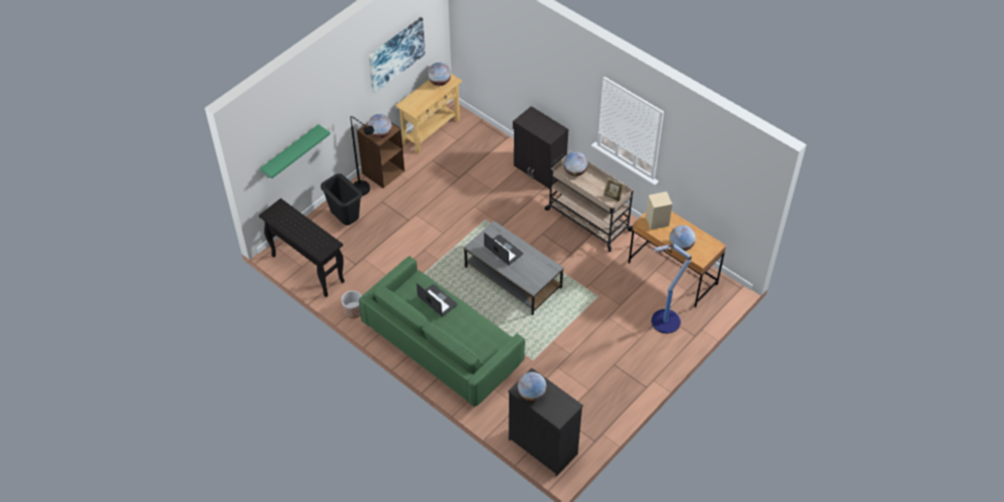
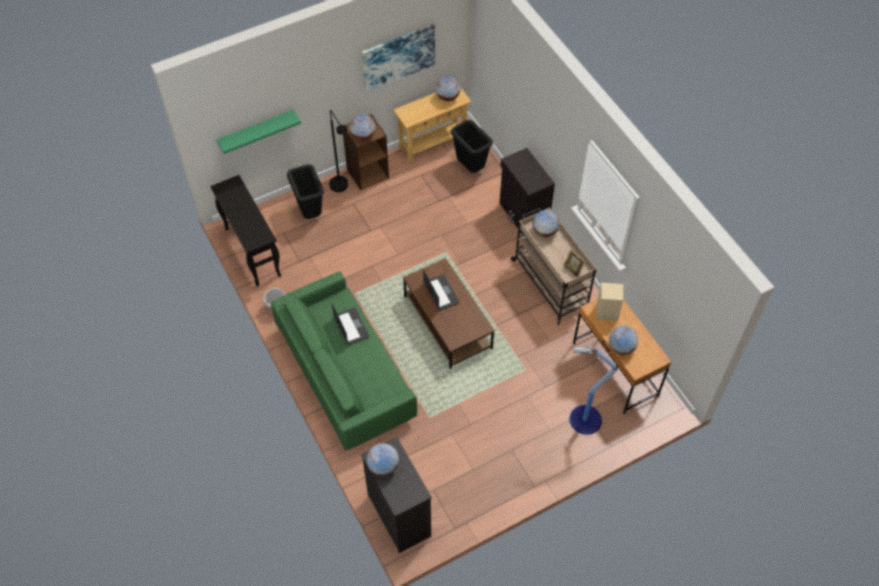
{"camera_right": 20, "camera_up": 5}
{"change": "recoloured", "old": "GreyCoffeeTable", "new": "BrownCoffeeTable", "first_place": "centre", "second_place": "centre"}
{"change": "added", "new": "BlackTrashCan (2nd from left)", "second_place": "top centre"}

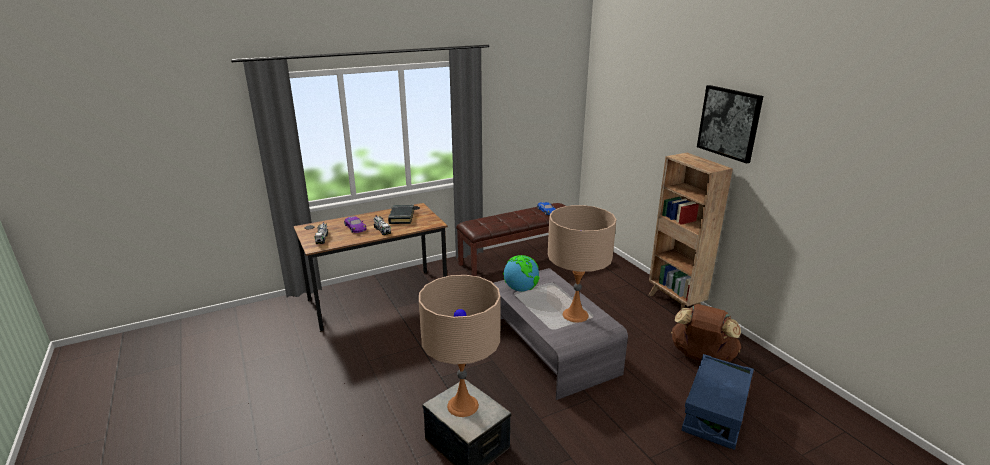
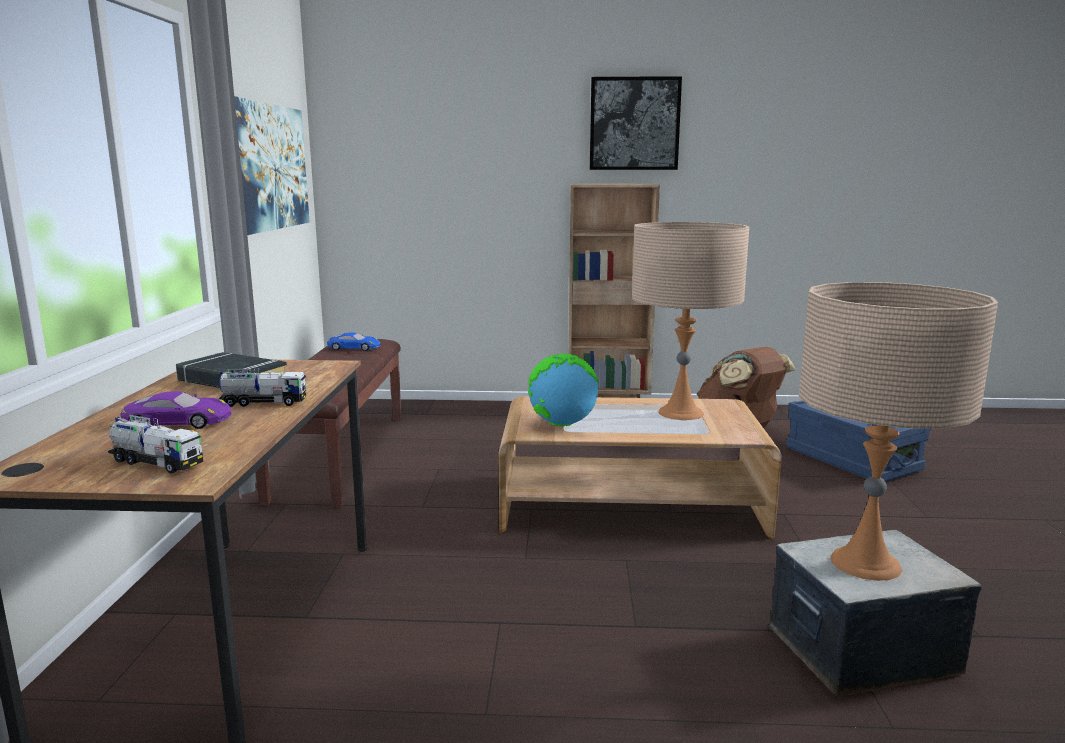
{"camera_right": -60, "camera_up": -10}
{"change": "recoloured", "old": "GreyCoffeeTable", "new": "BrownCoffeeTable", "first_place": "bottom centre", "second_place": "centre"}
{"change": "added", "new": "Picture (1st from left)", "second_place": "top left"}

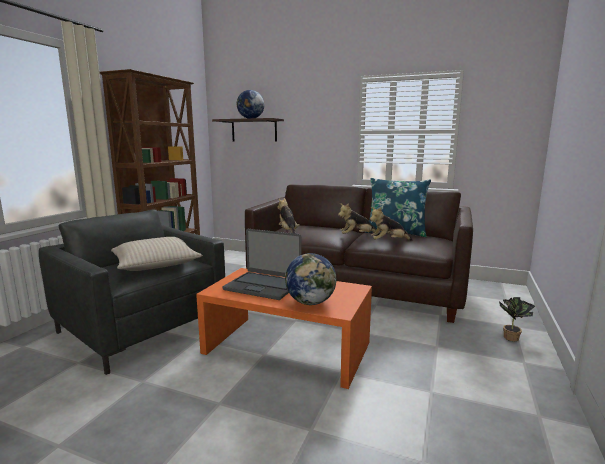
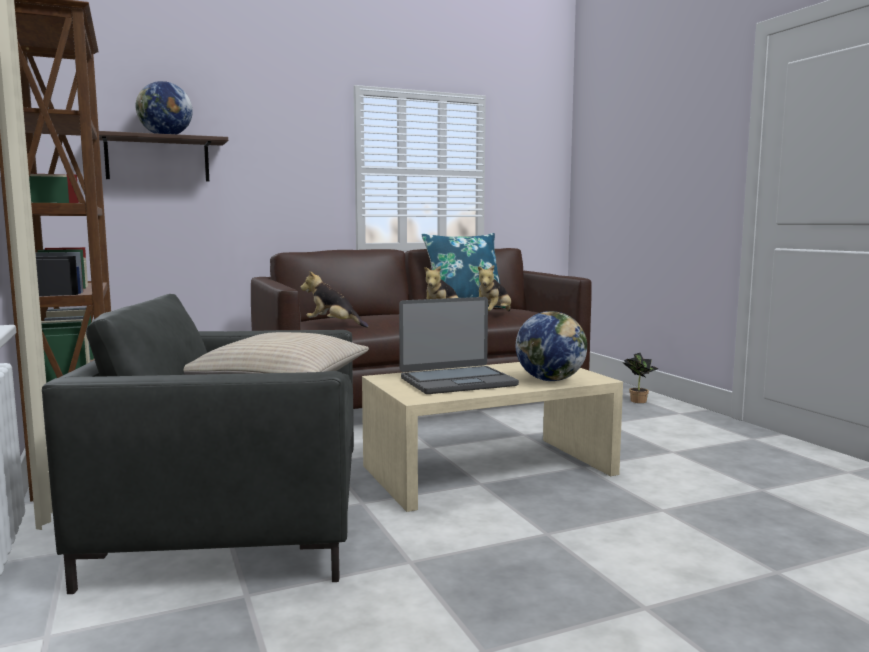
{"camera_right": -45, "camera_up": -5}
{"change": "recoloured", "old": "OrangeCoffeeTable", "new": "BeigeCoffeeTable", "first_place": "bottom centre", "second_place": "bottom centre"}

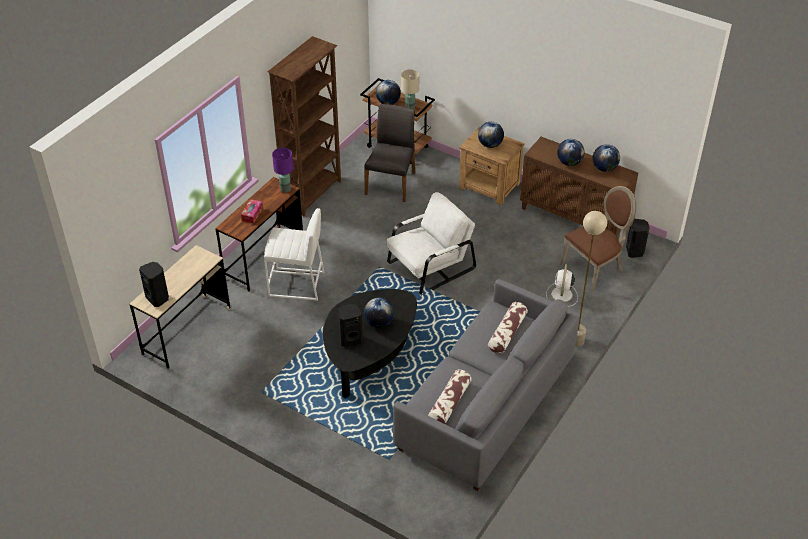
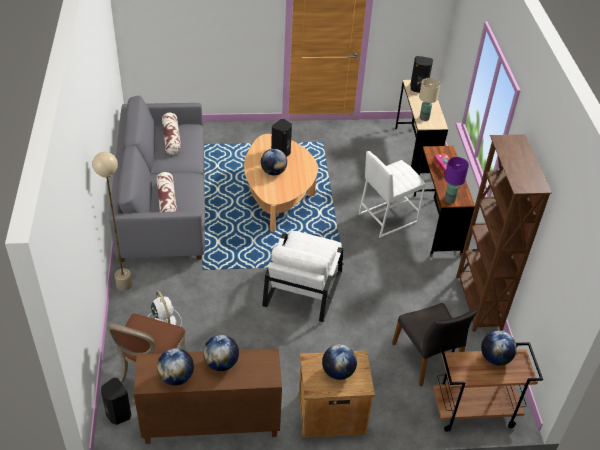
{"camera_right": 140, "camera_up": 0}
{"change": "recoloured", "old": "BlackCoffeeTable", "new": "BeigeCoffeeTable", "first_place": "centre", "second_place": "centre"}
{"change": "moved", "old": "BeigeTableLamp", "first_place": "top centre", "second_place": "top right"}

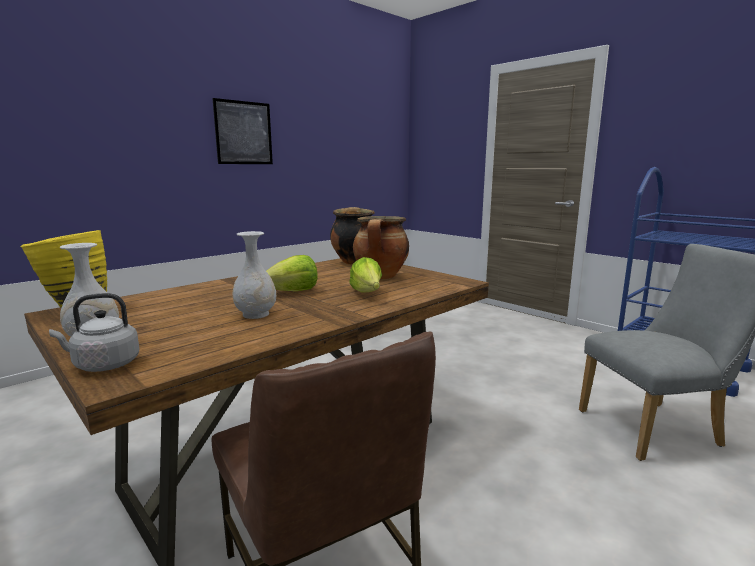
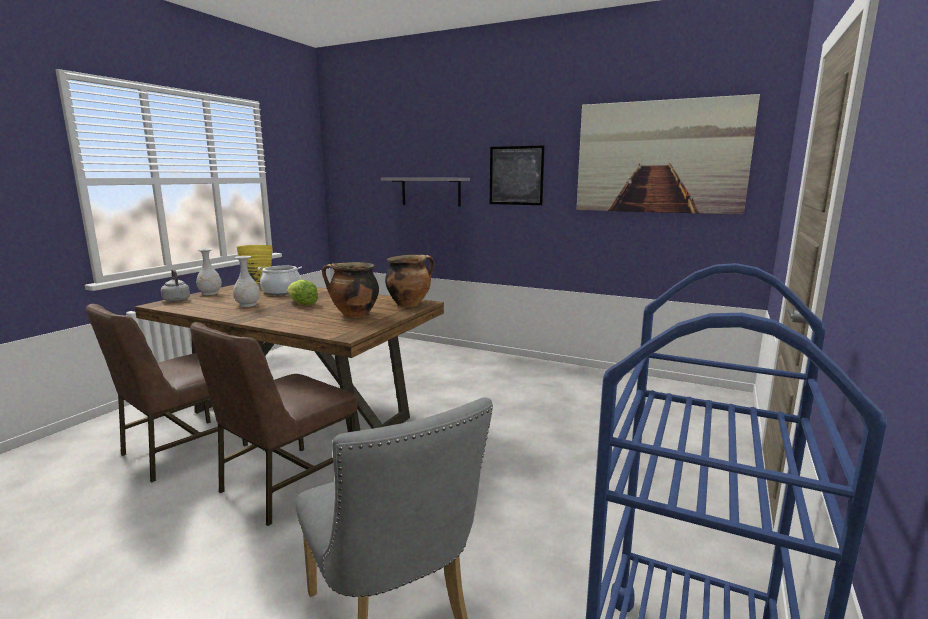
{"camera_right": 70, "camera_up": 0}
{"change": "removed", "old": "Lettuce (2nd from left)", "first_place": "centre"}
{"change": "added", "new": "BrownChair (2nd from left)", "second_place": "bottom left"}
{"change": "added", "new": "CookingPot (1st from left)", "second_place": "middle left"}
{"change": "added", "new": "GreyShelf", "second_place": "top centre"}
{"change": "added", "new": "Picture (2nd from left)", "second_place": "top right"}

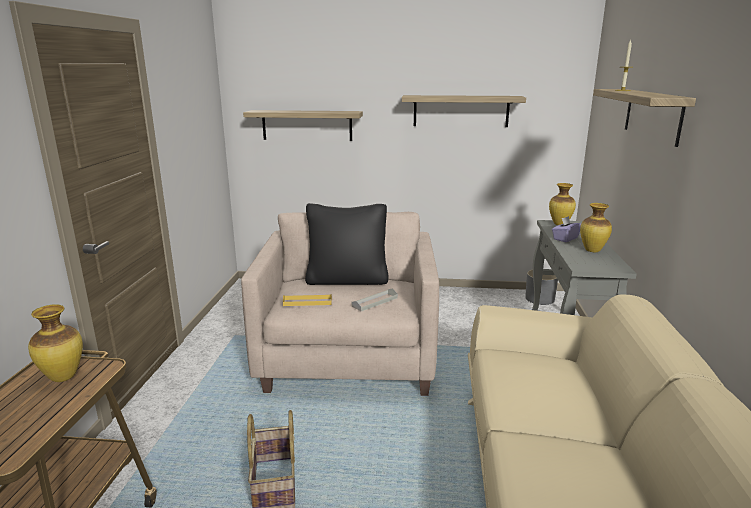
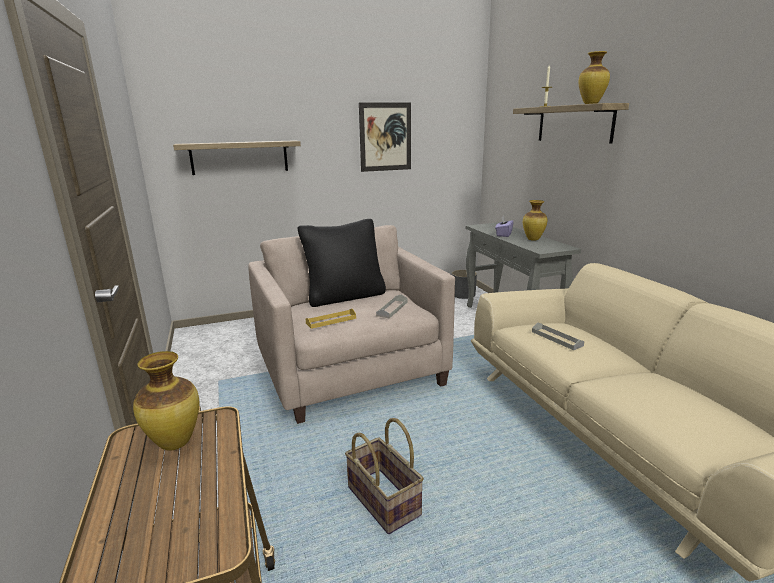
{"camera_right": -25, "camera_up": 0}
{"change": "replaced", "old": "Shelf (2nd from left)", "new": "Picture", "first_place": "top centre", "second_place": "top centre"}
{"change": "moved", "old": "Vase (2nd from left in the first image)", "new": "Vase (3rd from left)", "first_place": "middle right", "second_place": "top right"}
{"change": "added", "new": "GreyTray (2nd from left)", "second_place": "middle right"}

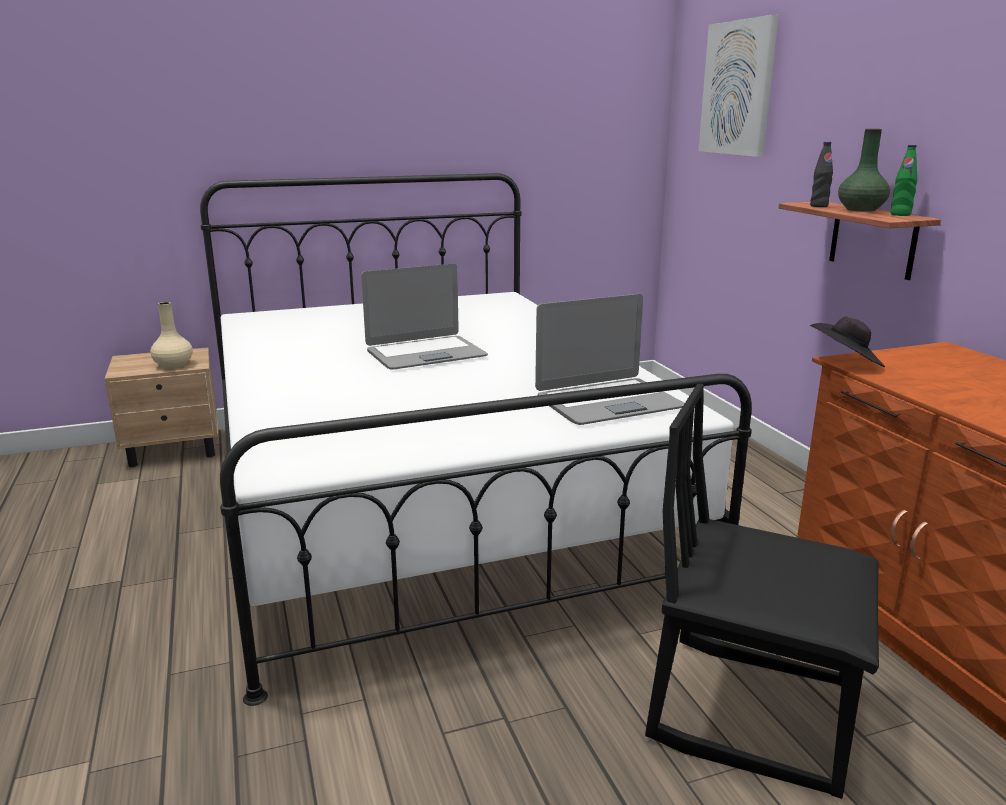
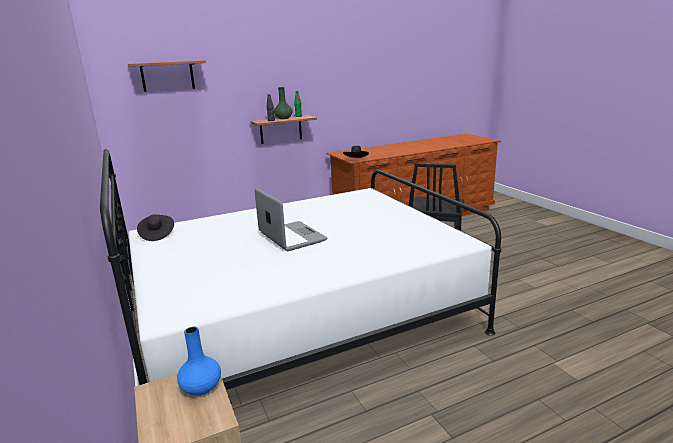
{"camera_right": -95, "camera_up": 0}
{"change": "recoloured", "old": "BeigeVase", "new": "BlueVase", "first_place": "middle left", "second_place": "bottom left"}
{"change": "removed", "old": "Laptop (2nd from left)", "first_place": "centre"}
{"change": "replaced", "old": "Picture", "new": "Shelf (1st from left)", "first_place": "top right", "second_place": "top left"}
{"change": "added", "new": "BlackHat (1st from left)", "second_place": "middle left"}

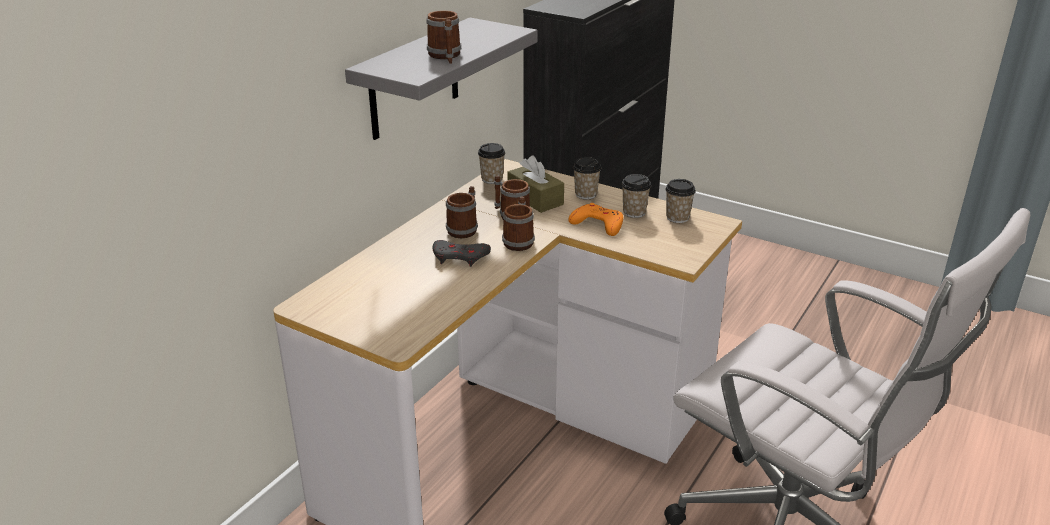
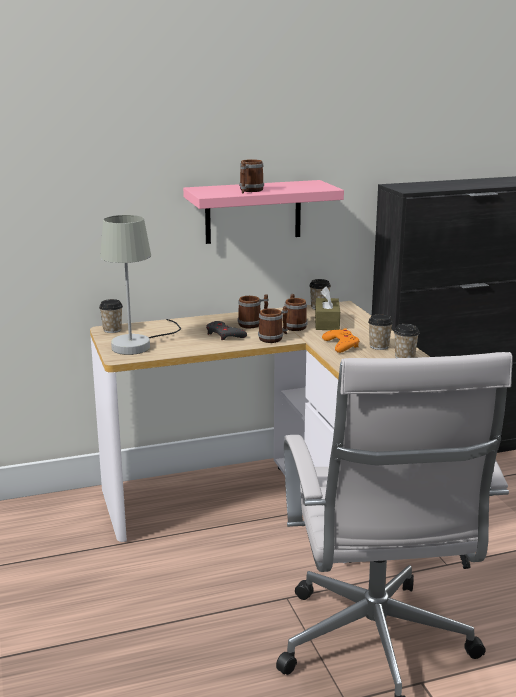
{"camera_right": 40, "camera_up": -10}
{"change": "recoloured", "old": "GreyShelf", "new": "PinkShelf", "first_place": "top centre", "second_place": "top centre"}
{"change": "moved", "old": "Cup (2nd from left in the first image)", "new": "Cup (1st from left)", "first_place": "centre", "second_place": "middle left"}
{"change": "added", "new": "GreyTableLamp", "second_place": "middle left"}

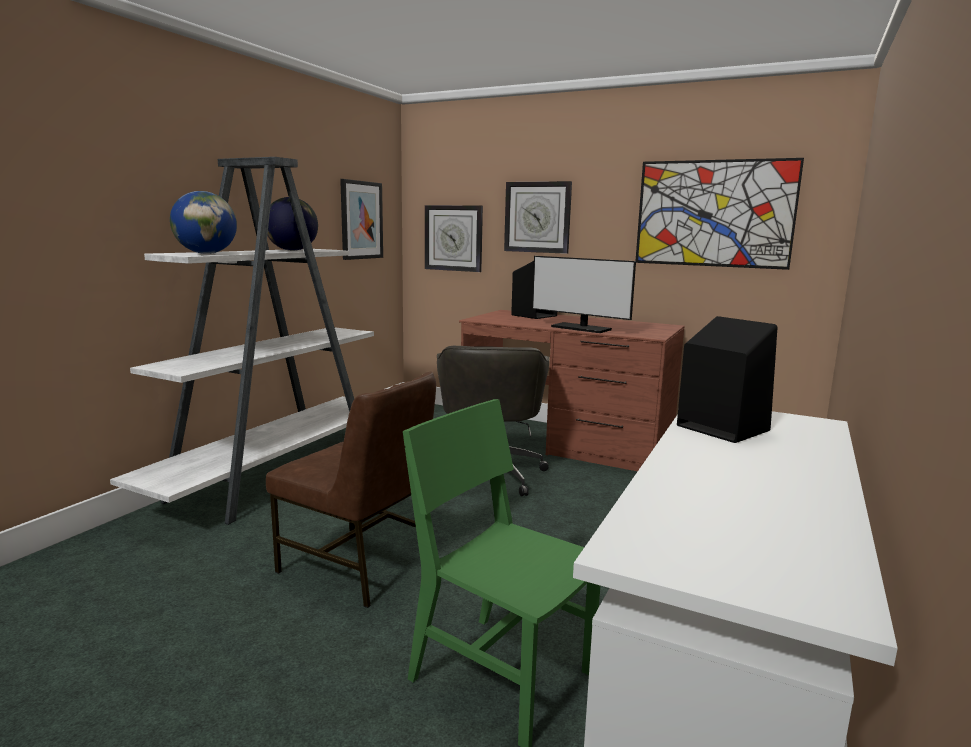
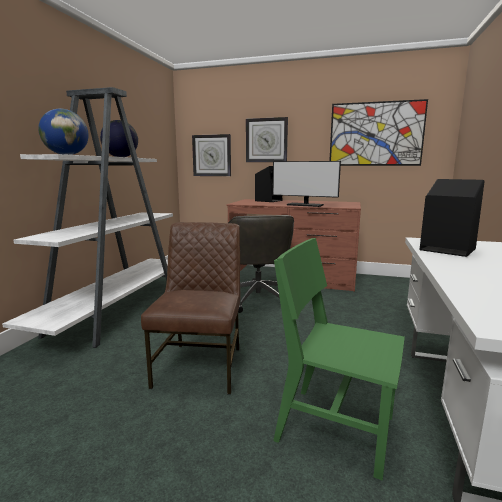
{"camera_right": -10, "camera_up": 0}
{"change": "turned", "old": "BrownChair", "first_place": "centre", "second_place": "centre", "degrees": -105}
{"change": "removed", "old": "Picture (1st from left)", "first_place": "top centre"}

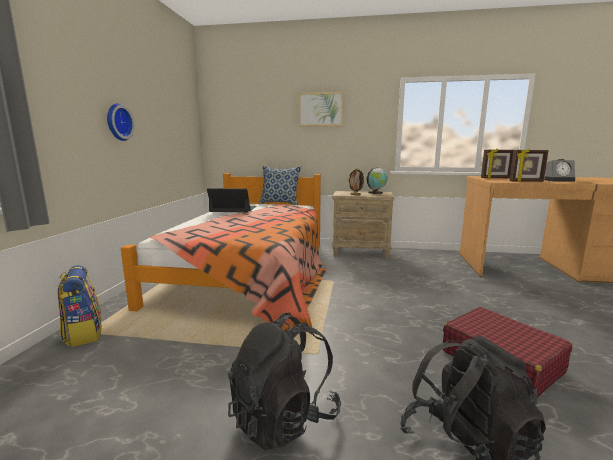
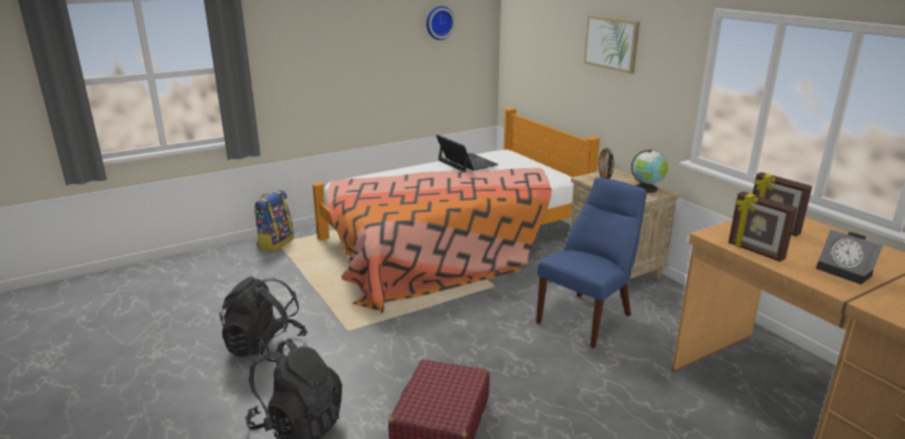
{"camera_right": 50, "camera_up": 10}
{"change": "moved", "old": "WallClock", "first_place": "top left", "second_place": "top centre"}
{"change": "removed", "old": "Pillow", "first_place": "centre"}
{"change": "added", "new": "BlueChair", "second_place": "centre"}

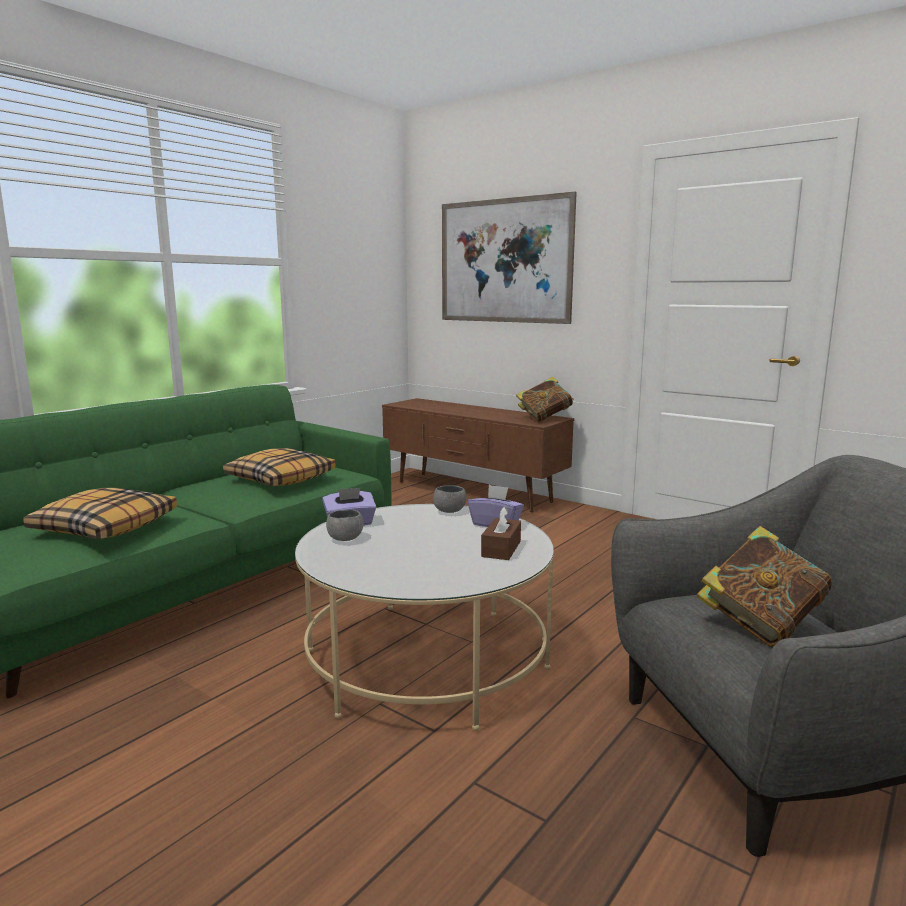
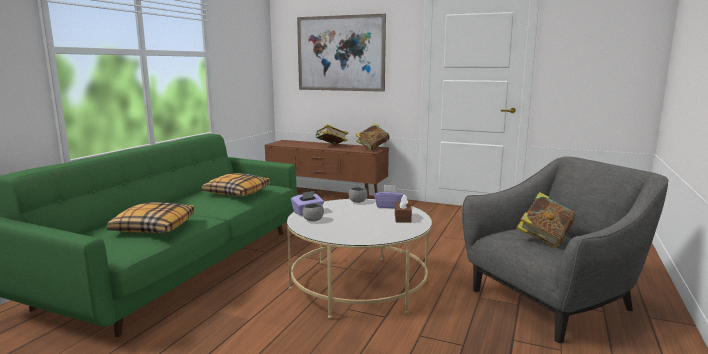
{"camera_right": -15, "camera_up": 0}
{"change": "added", "new": "Book (1st from left)", "second_place": "centre"}

